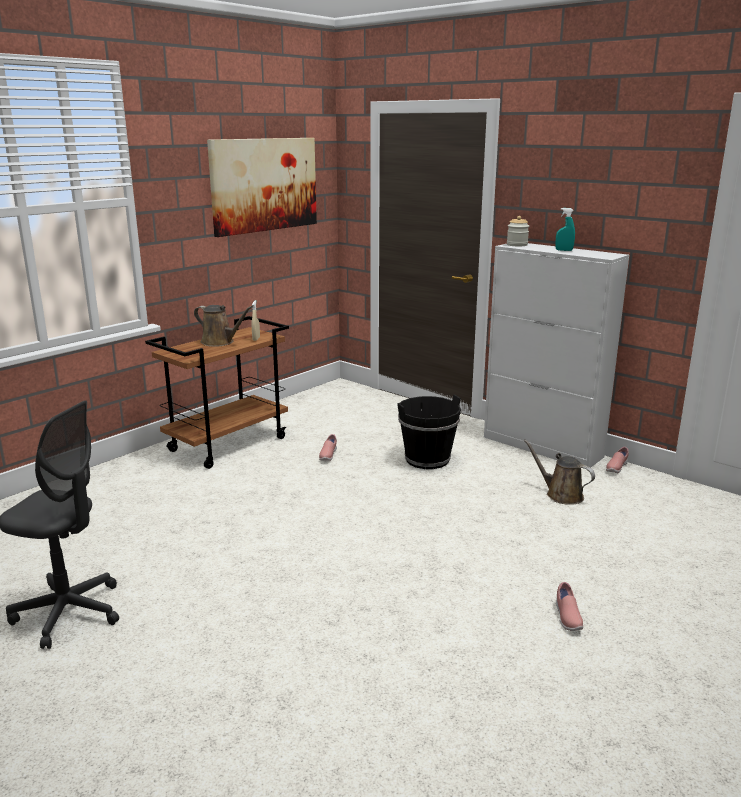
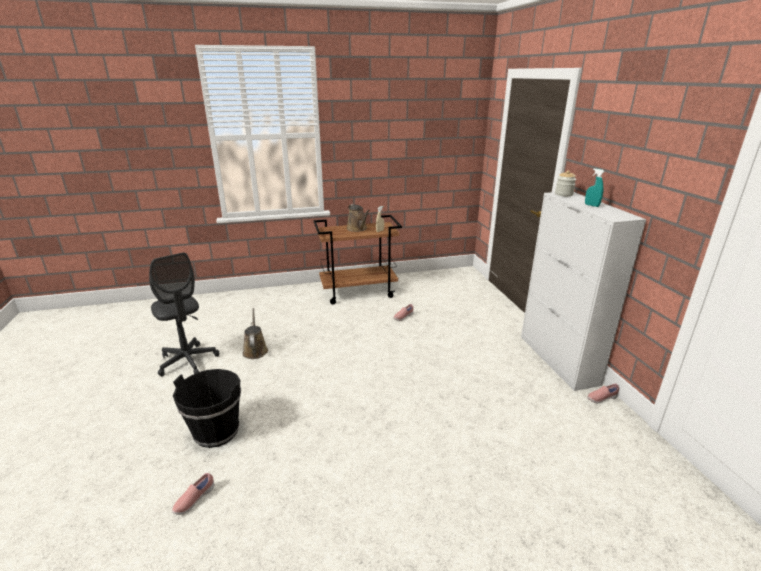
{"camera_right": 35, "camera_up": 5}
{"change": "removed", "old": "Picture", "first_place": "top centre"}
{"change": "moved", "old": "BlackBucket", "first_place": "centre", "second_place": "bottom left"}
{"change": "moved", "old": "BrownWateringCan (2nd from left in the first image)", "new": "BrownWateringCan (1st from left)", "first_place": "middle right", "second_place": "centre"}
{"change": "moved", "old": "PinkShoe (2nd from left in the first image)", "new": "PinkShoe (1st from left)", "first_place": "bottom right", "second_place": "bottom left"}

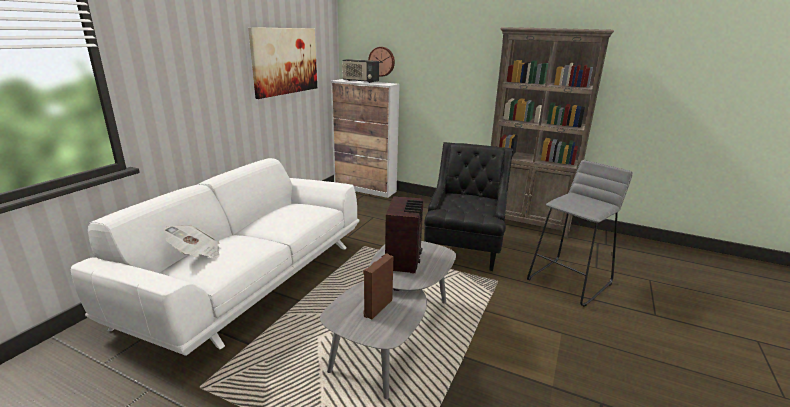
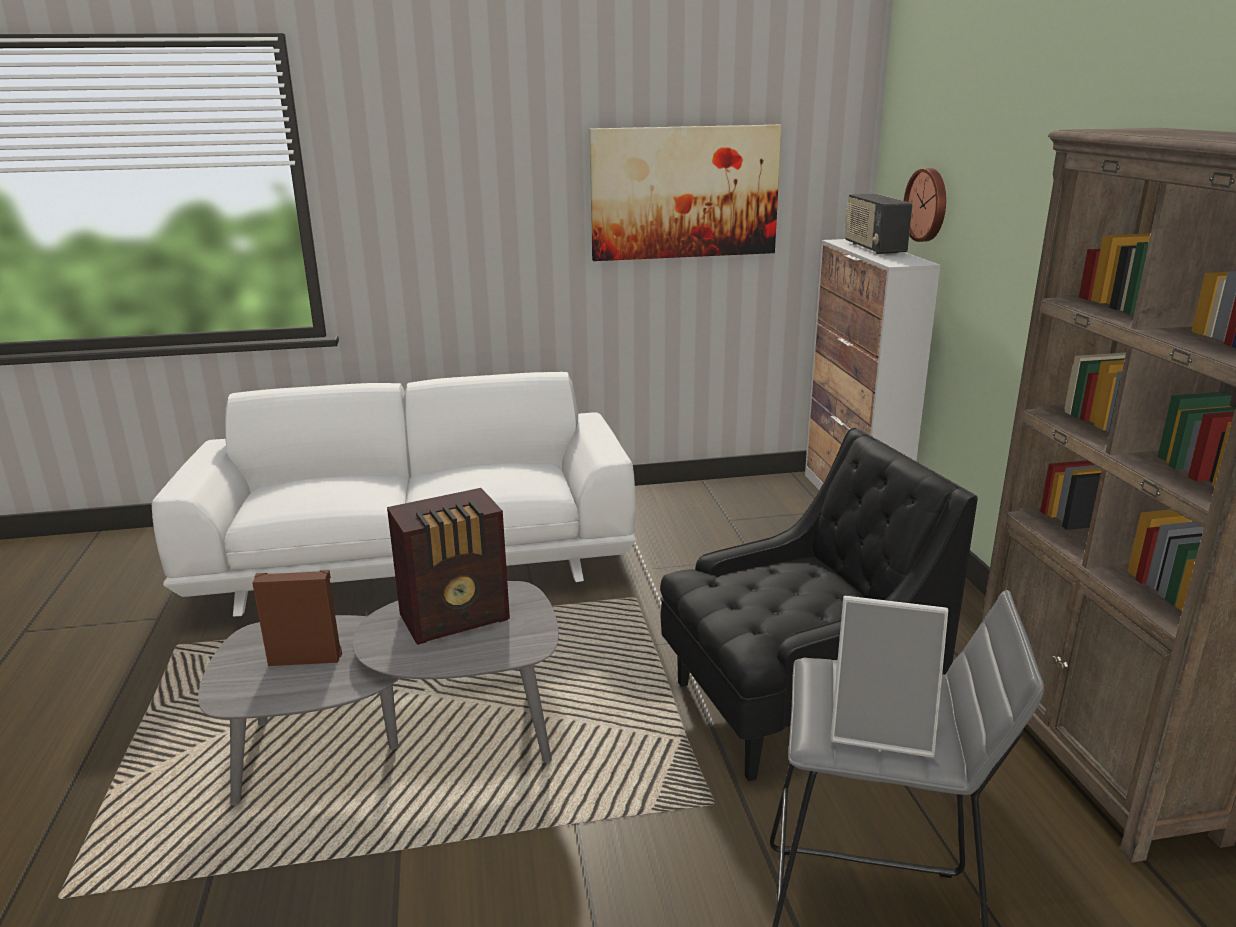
{"camera_right": 55, "camera_up": 0}
{"change": "removed", "old": "Newspaper", "first_place": "middle left"}
{"change": "added", "new": "PictureFrame", "second_place": "bottom right"}

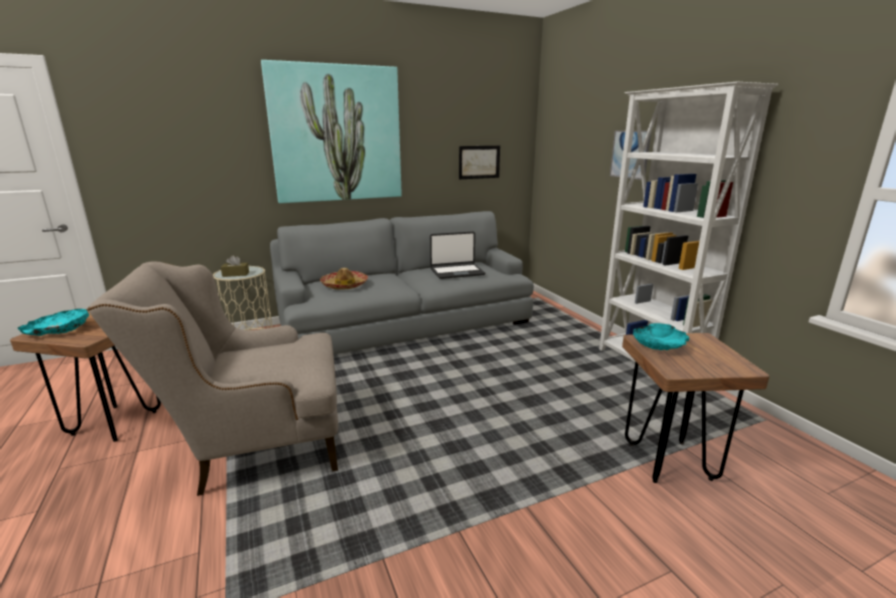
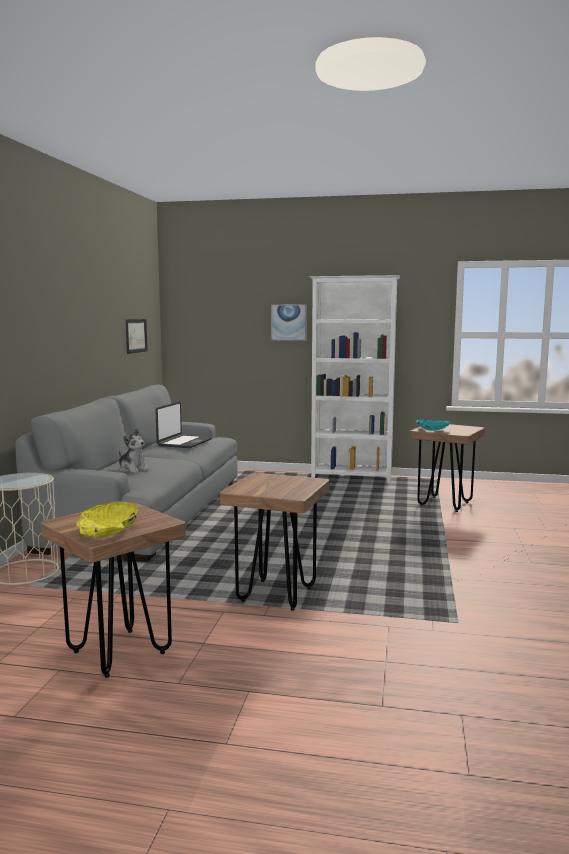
{"camera_right": -55, "camera_up": -10}
{"change": "recoloured", "old": "TurquoiseBowl (1st from left)", "new": "YellowBowl", "first_place": "middle left", "second_place": "middle left"}
{"change": "replaced", "old": "BeigeArmchair", "new": "BrownStool (2nd from left)", "first_place": "middle left", "second_place": "centre"}
{"change": "removed", "old": "BrownTissueBox", "first_place": "middle left"}
{"change": "removed", "old": "Picture (1st from left)", "first_place": "top centre"}
{"change": "replaced", "old": "Hat", "new": "PlushToy", "first_place": "centre", "second_place": "middle left"}

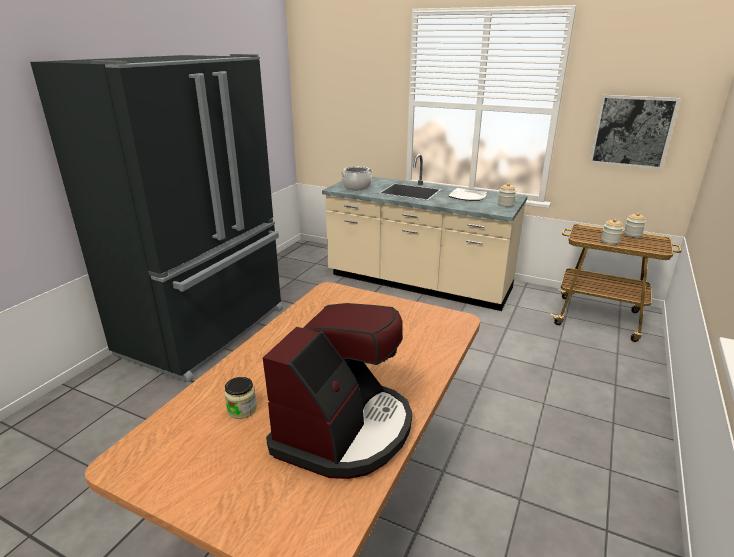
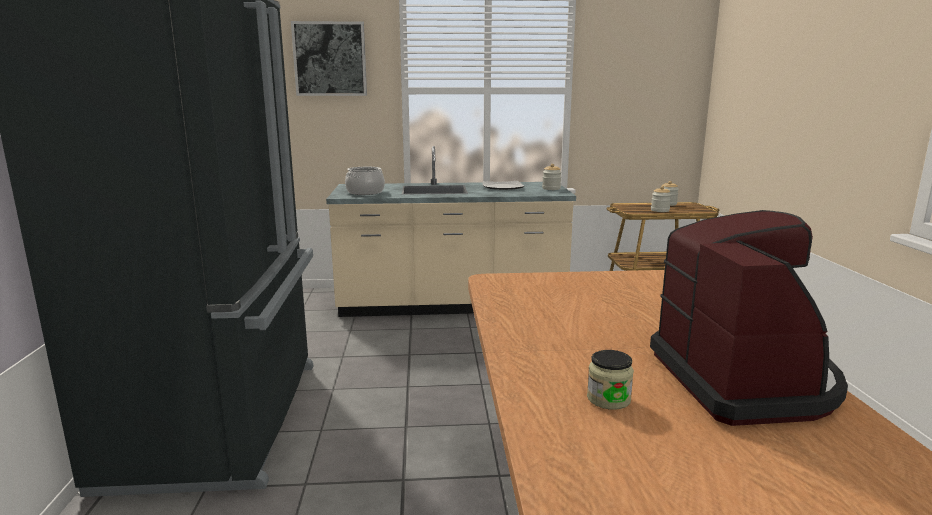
{"camera_right": -30, "camera_up": -10}
{"change": "moved", "old": "Picture", "first_place": "top right", "second_place": "top centre"}

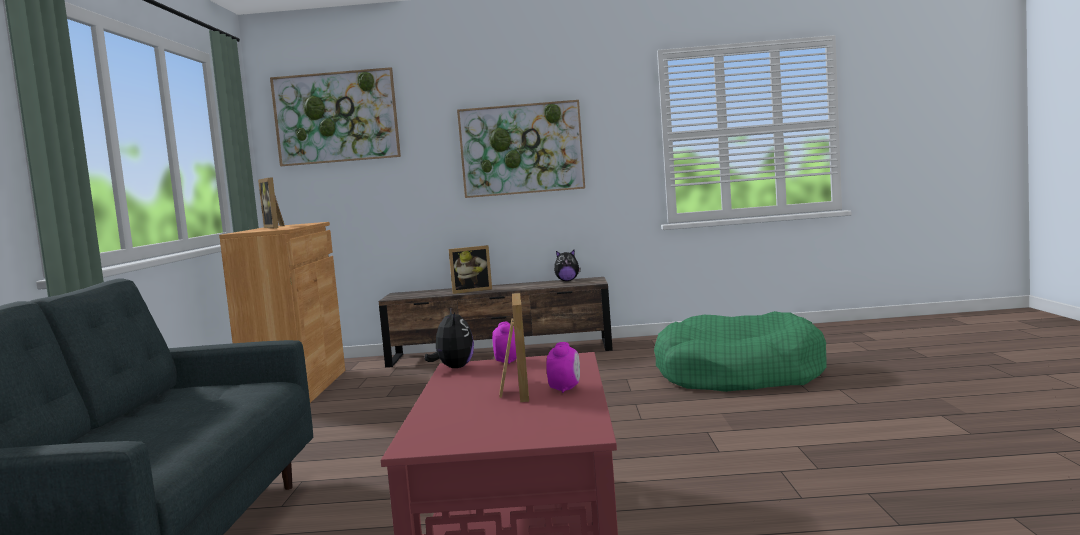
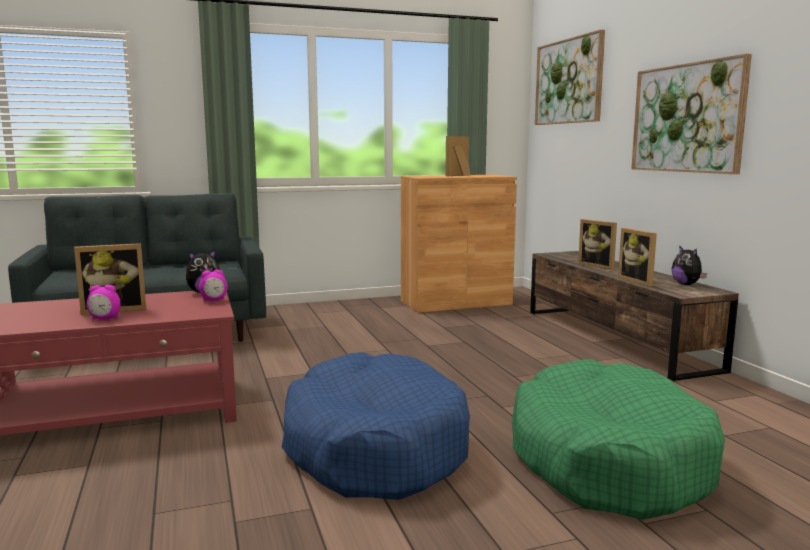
{"camera_right": 70, "camera_up": 5}
{"change": "added", "new": "BlueDogBed", "second_place": "bottom centre"}
{"change": "added", "new": "PictureFrame (4th from left)", "second_place": "middle right"}

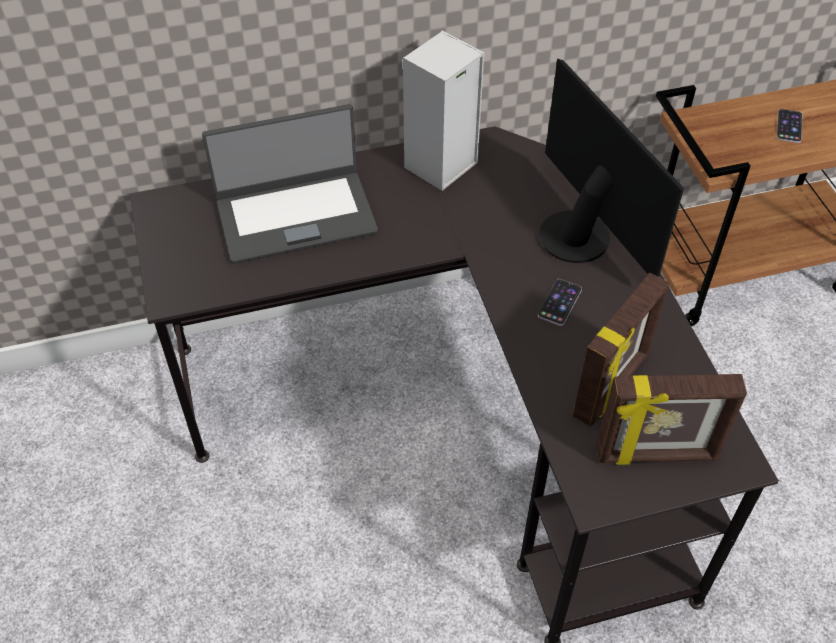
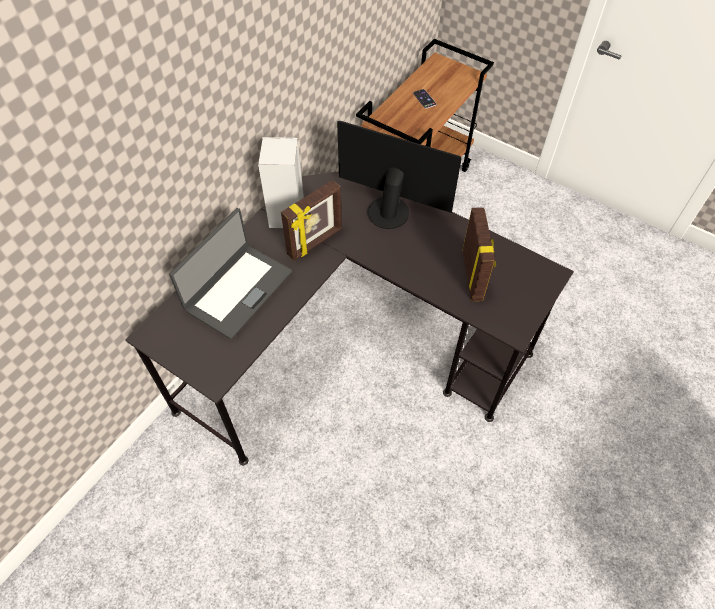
{"camera_right": -40, "camera_up": 5}
{"change": "removed", "old": "Phone (1st from left)", "first_place": "middle right"}
{"change": "moved", "old": "PictureFrame (2nd from left in the first image)", "new": "PictureFrame (1st from left)", "first_place": "middle right", "second_place": "centre"}

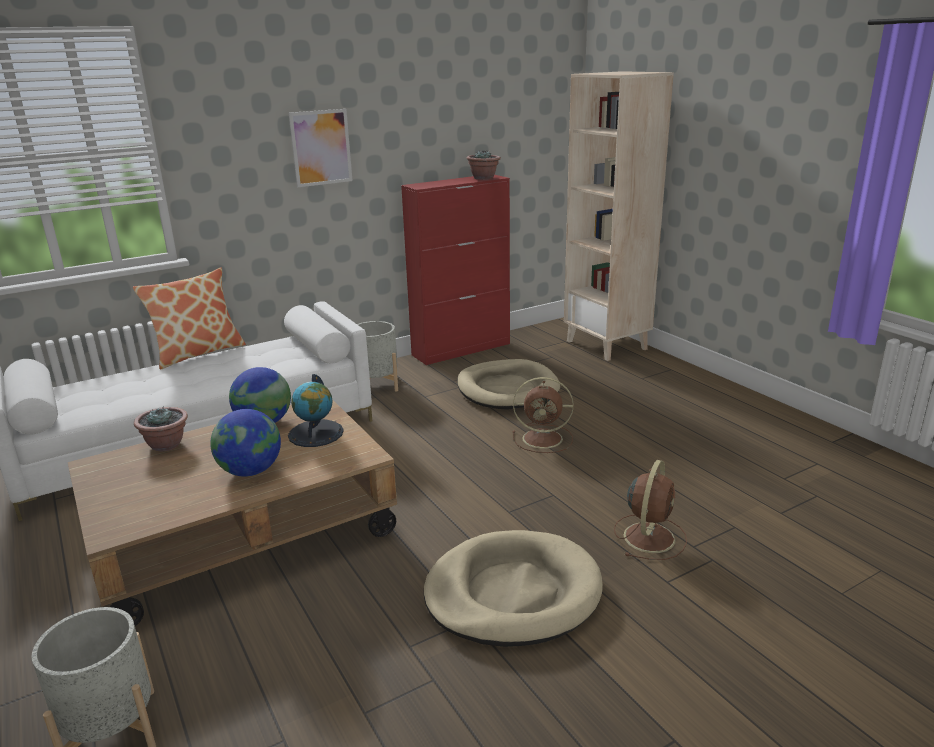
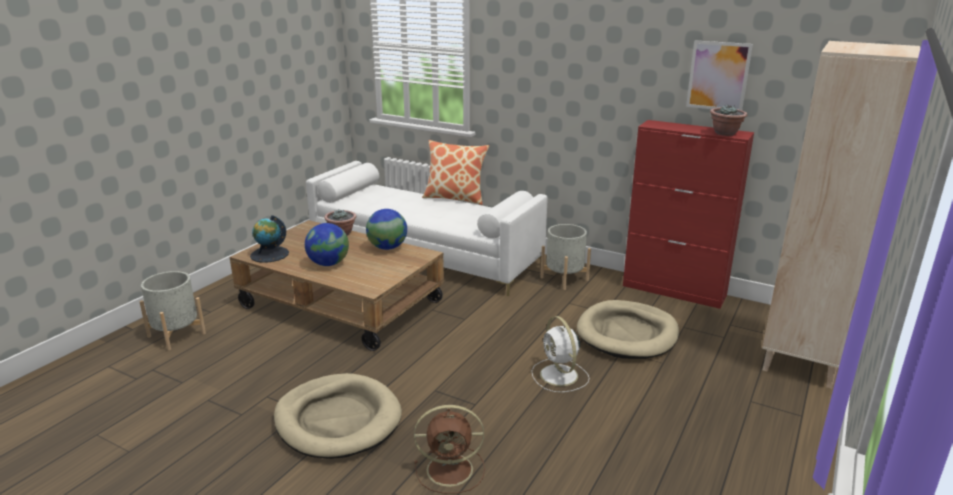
{"camera_right": 60, "camera_up": 0}
{"change": "moved", "old": "Globe (3rd from left in the first image)", "new": "Globe (1st from left)", "first_place": "centre", "second_place": "middle left"}
{"change": "moved", "old": "Picture", "first_place": "top centre", "second_place": "top right"}
{"change": "recoloured", "old": "BrownFan (1st from left)", "new": "WhiteFan", "first_place": "centre", "second_place": "bottom centre"}

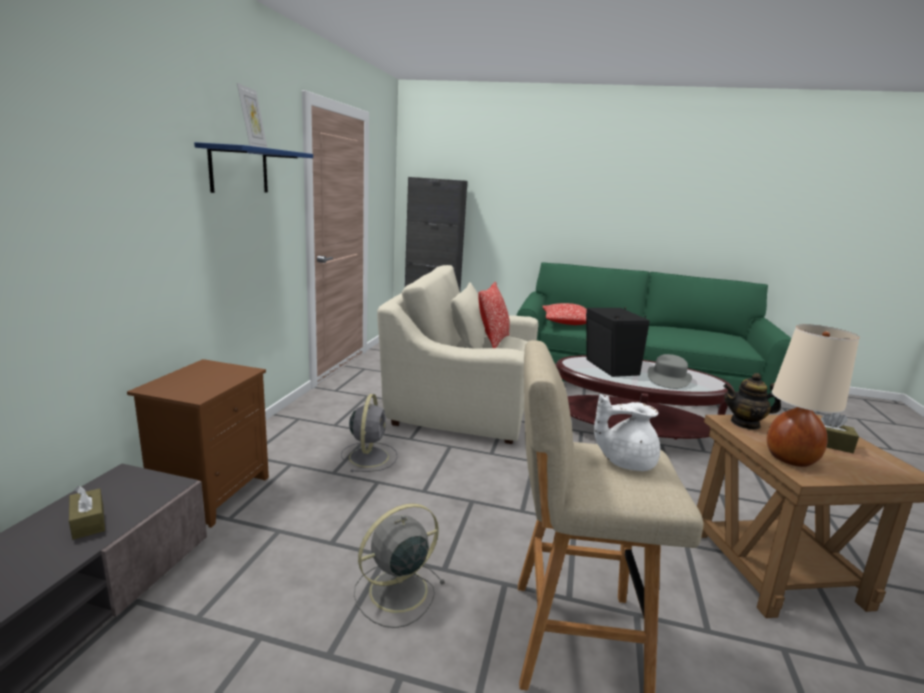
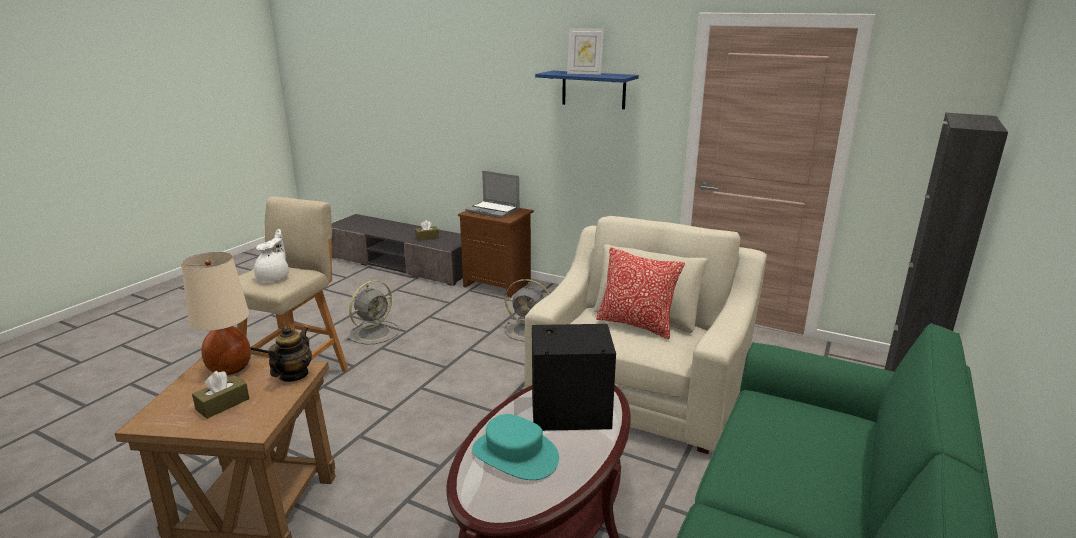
{"camera_right": 105, "camera_up": 5}
{"change": "turned", "old": "GreyFan (2nd from left in the first image)", "first_place": "bottom centre", "second_place": "centre", "degrees": 60}
{"change": "removed", "old": "Pillow (2nd from left)", "first_place": "centre"}
{"change": "recoloured", "old": "GreyHat", "new": "TurquoiseHat", "first_place": "middle right", "second_place": "bottom centre"}
{"change": "added", "new": "Laptop", "second_place": "centre"}

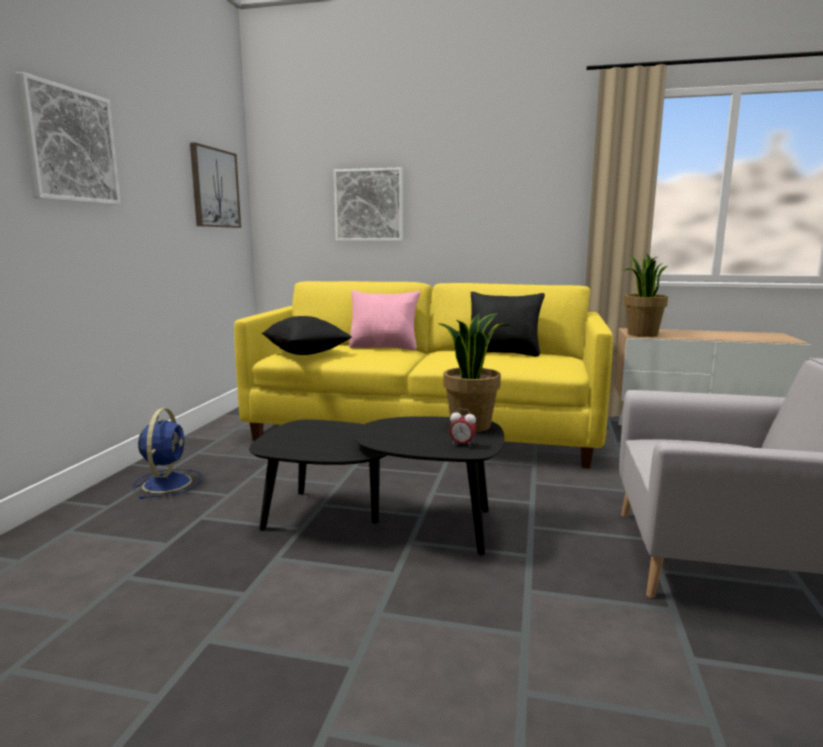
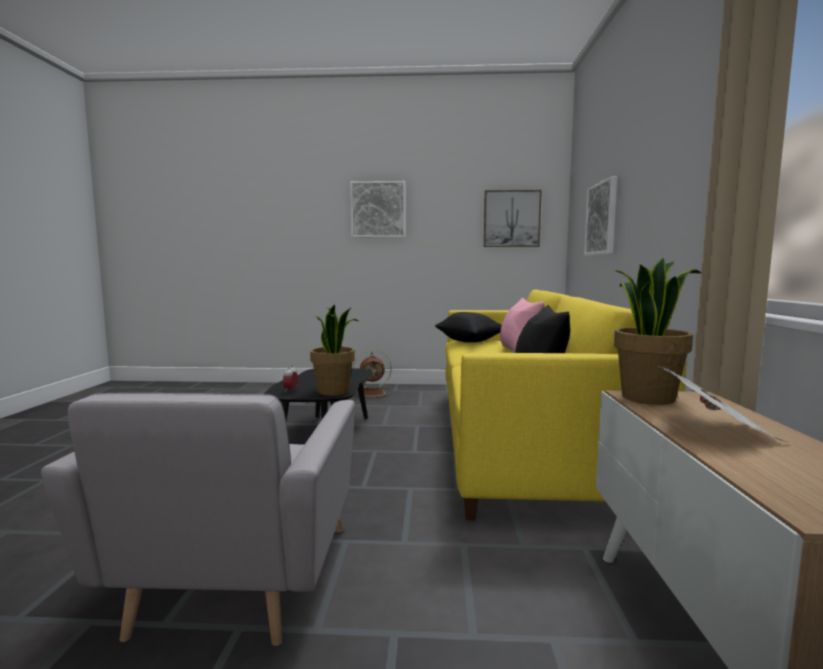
{"camera_right": 80, "camera_up": -5}
{"change": "recoloured", "old": "BlueFan", "new": "BrownFan", "first_place": "middle left", "second_place": "centre"}
{"change": "added", "new": "Newspaper", "second_place": "middle right"}

